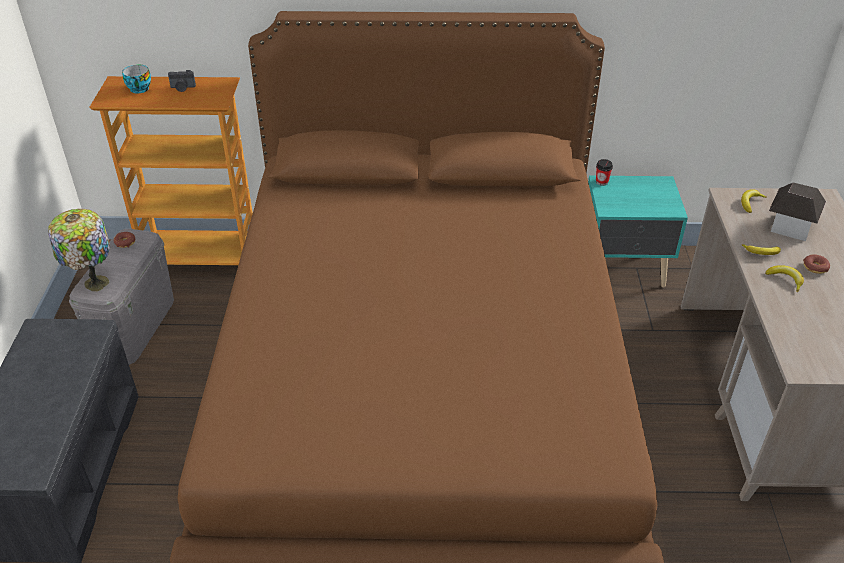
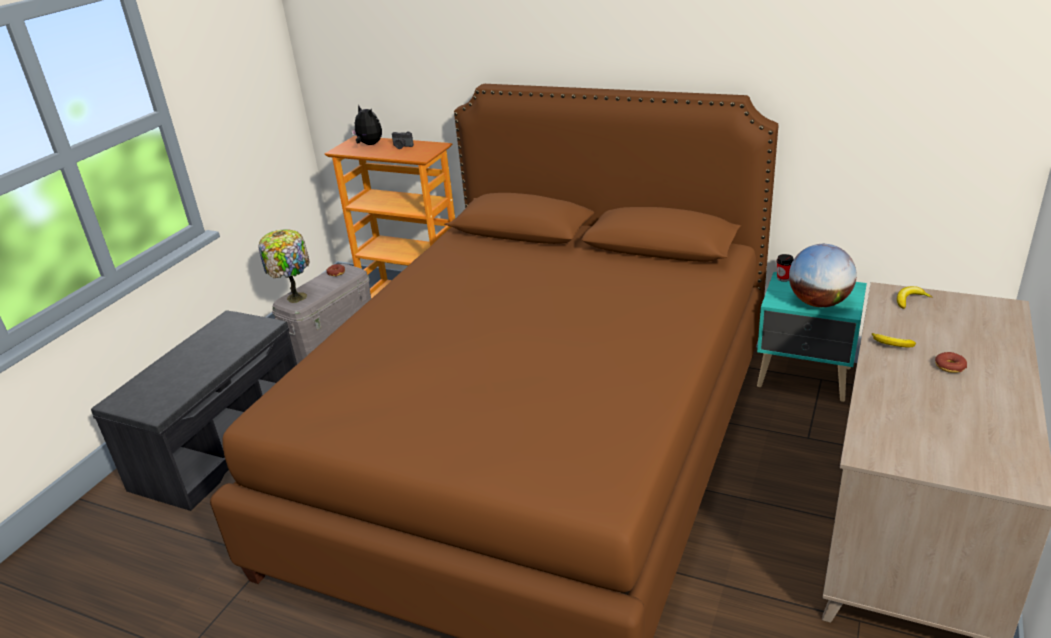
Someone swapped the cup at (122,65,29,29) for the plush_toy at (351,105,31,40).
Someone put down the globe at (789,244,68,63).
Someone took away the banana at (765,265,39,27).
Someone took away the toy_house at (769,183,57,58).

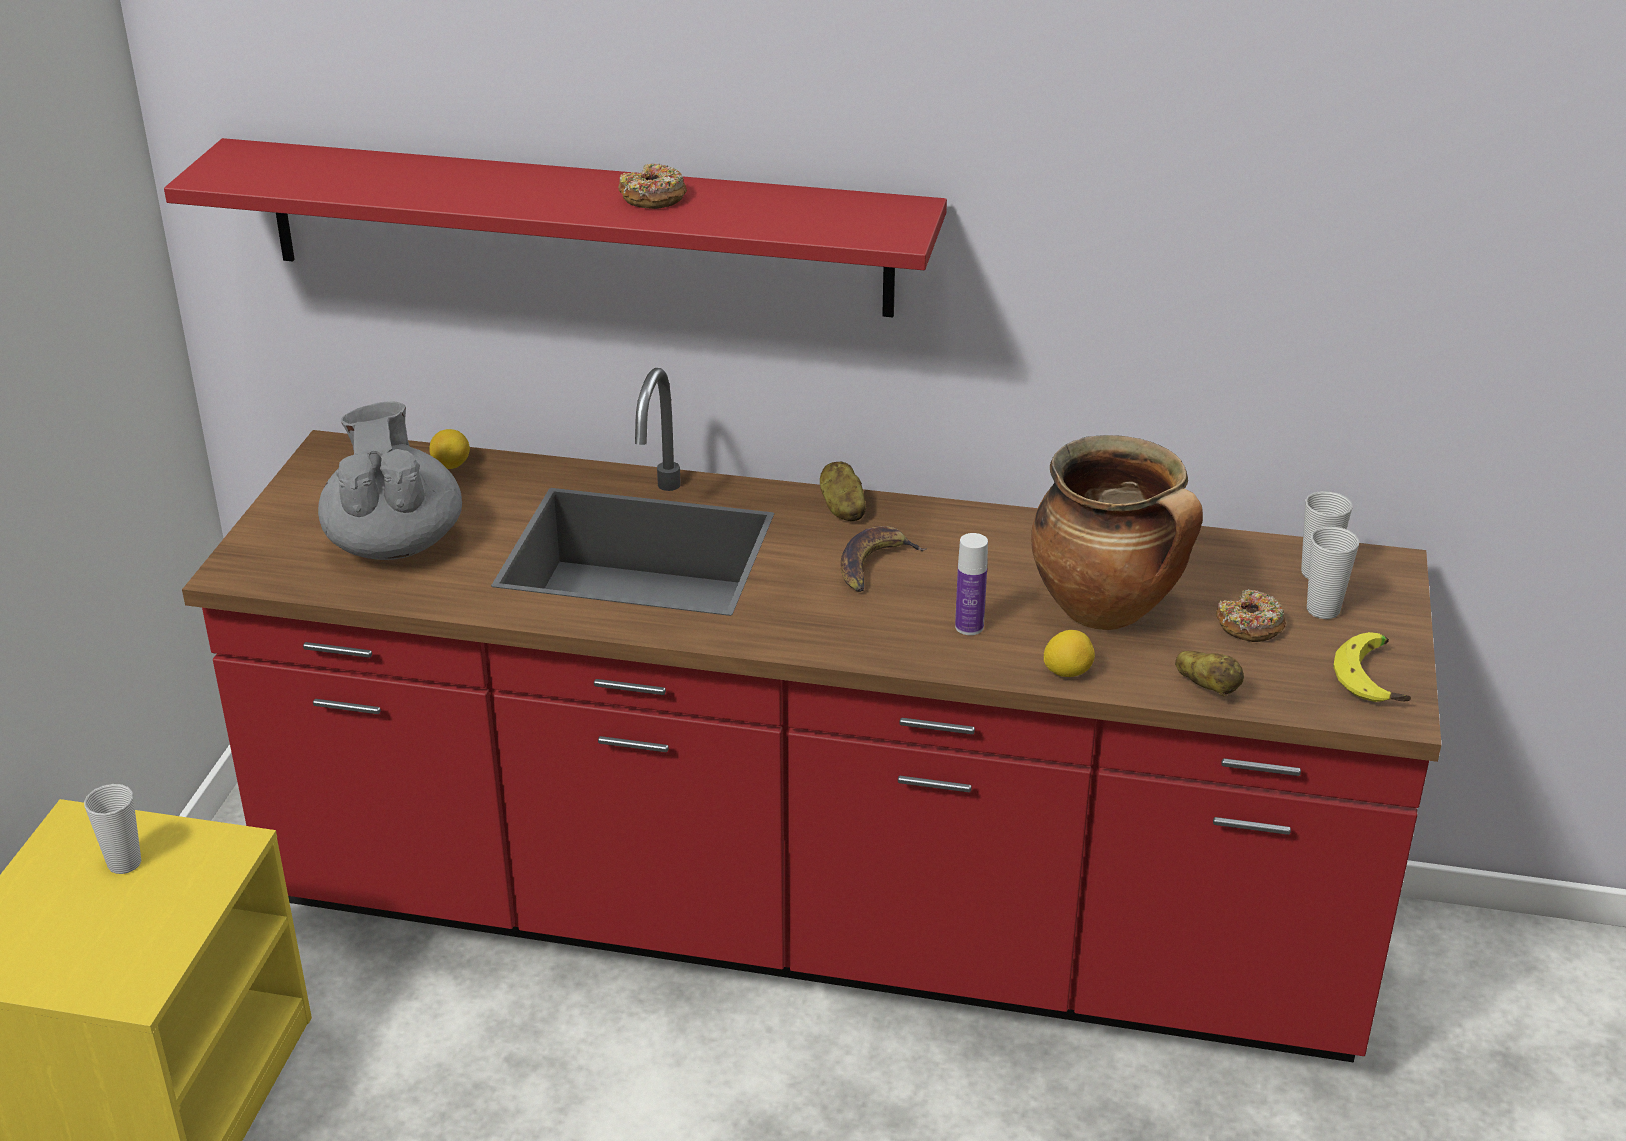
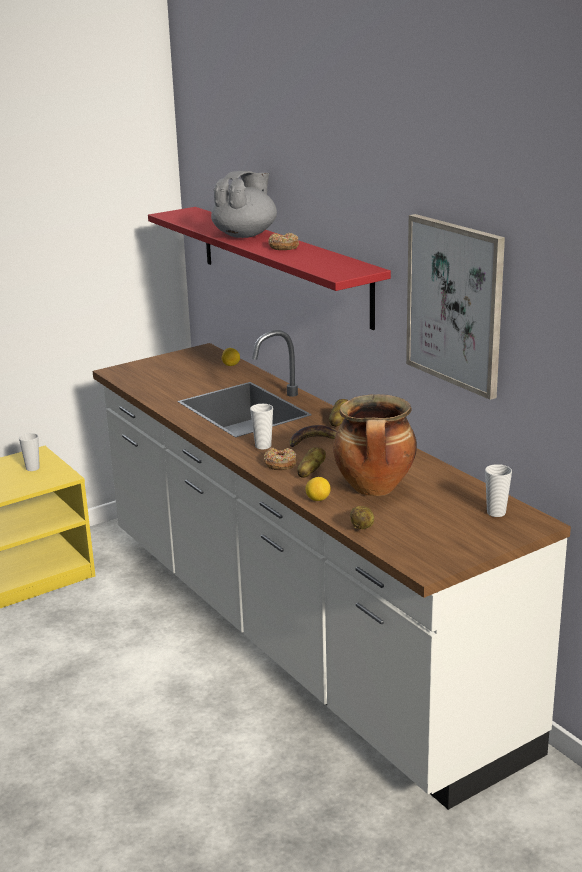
Someone repainted the red_counter at (182,368,1259,695), which became the white_counter at (92,330,479,480).
Someone carried the grey_teapot from (318,401,144,159) to (211,171,66,67).
Someone carried the cup from (1307,526,52,93) to (250,404,23,46).
Someone carried the donut from (1216,589,70,53) to (264,448,33,22).
Someone swapped the bottle at (955,533,33,102) for the potato at (297,447,29,31).
Someone put up the picture at (406,214,99,186).
Someone took away the banana at (1334,632,77,70).

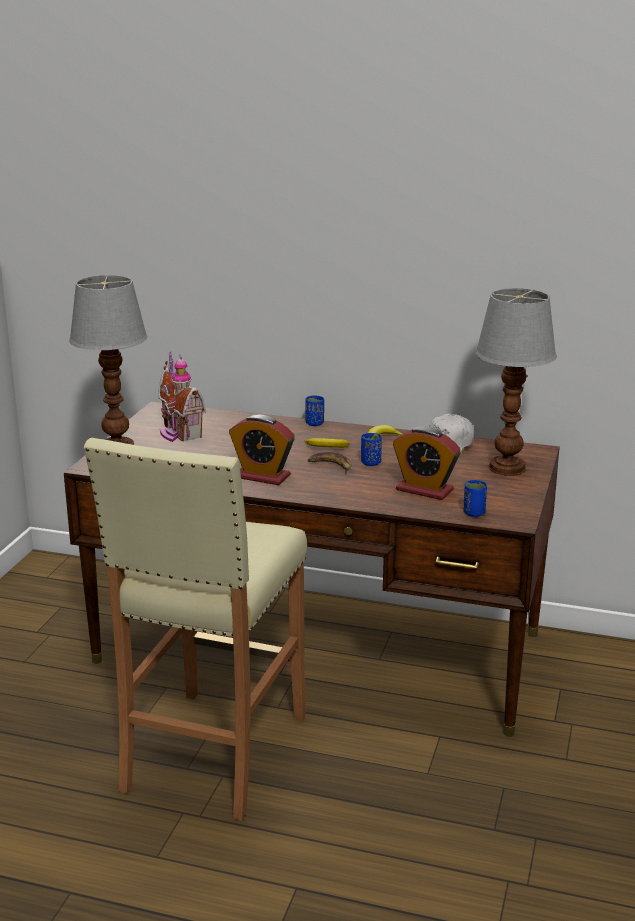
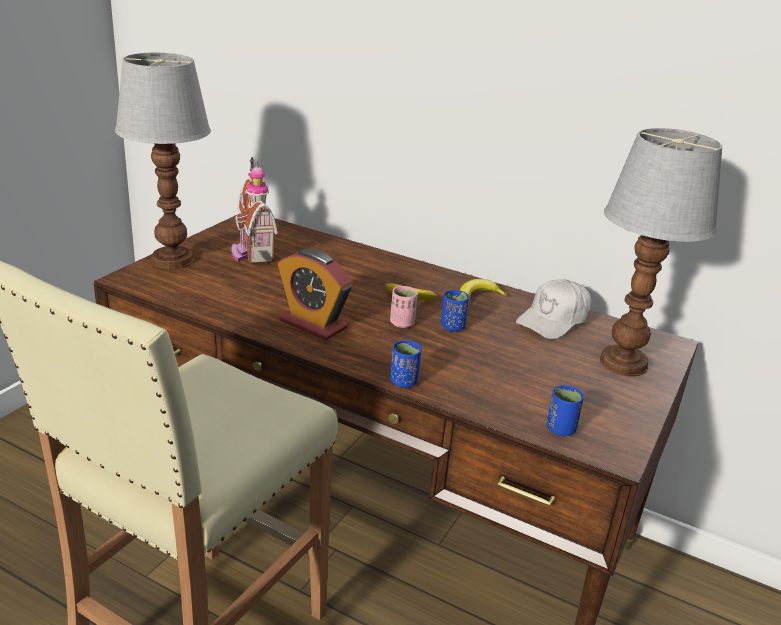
Someone swapped the banana at (307,452,45,23) for the pink_cup at (390,286,28,42).
Someone carried the blue_cup from (305,395,19,31) to (390,340,32,48).
Someone took away the alarm_clock at (393,427,68,73).

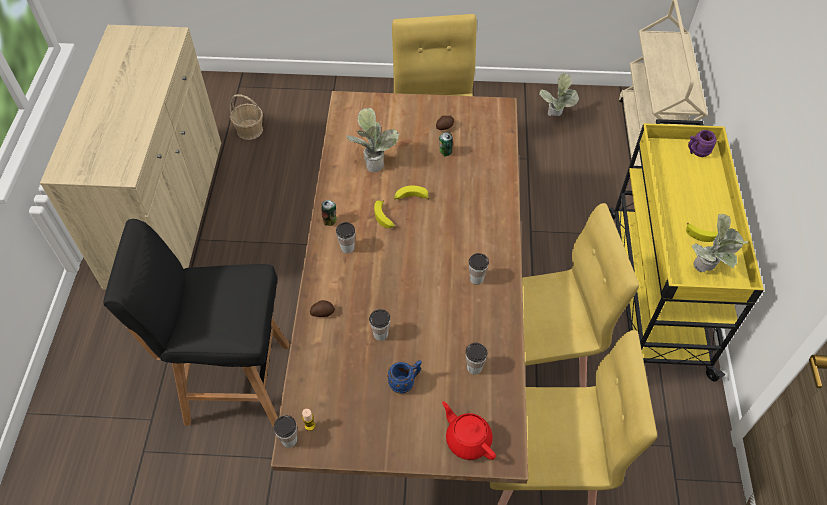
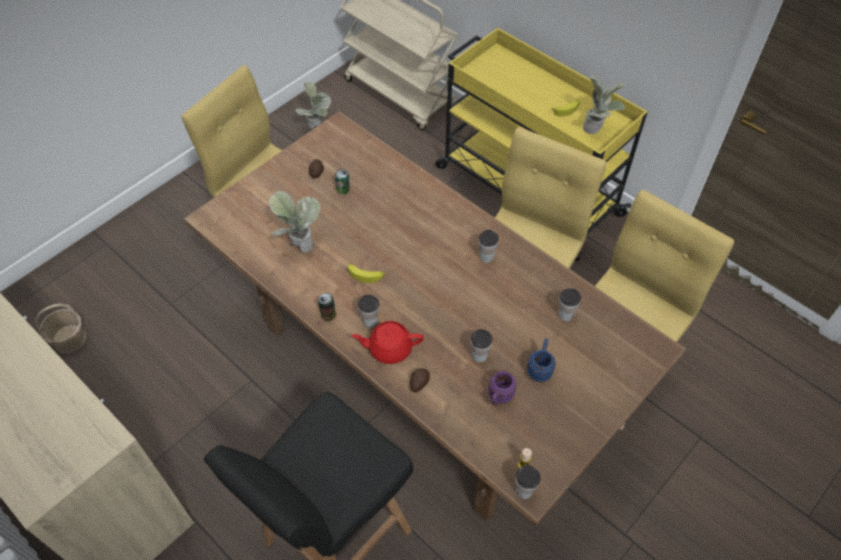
Someone carried the red_teapot from (442,401,54,59) to (351,321,73,43).
Someone carried the purple_mug from (688,130,29,27) to (488,371,29,35).
Someone took away the banana at (394,186,35,13).

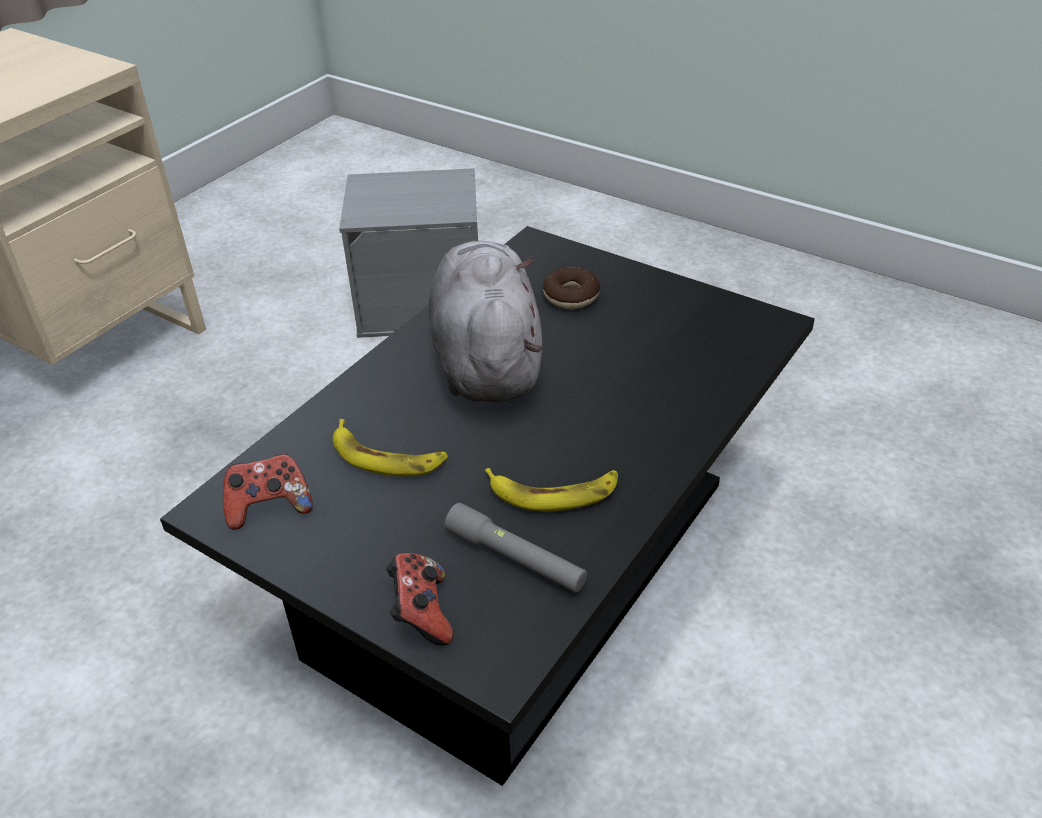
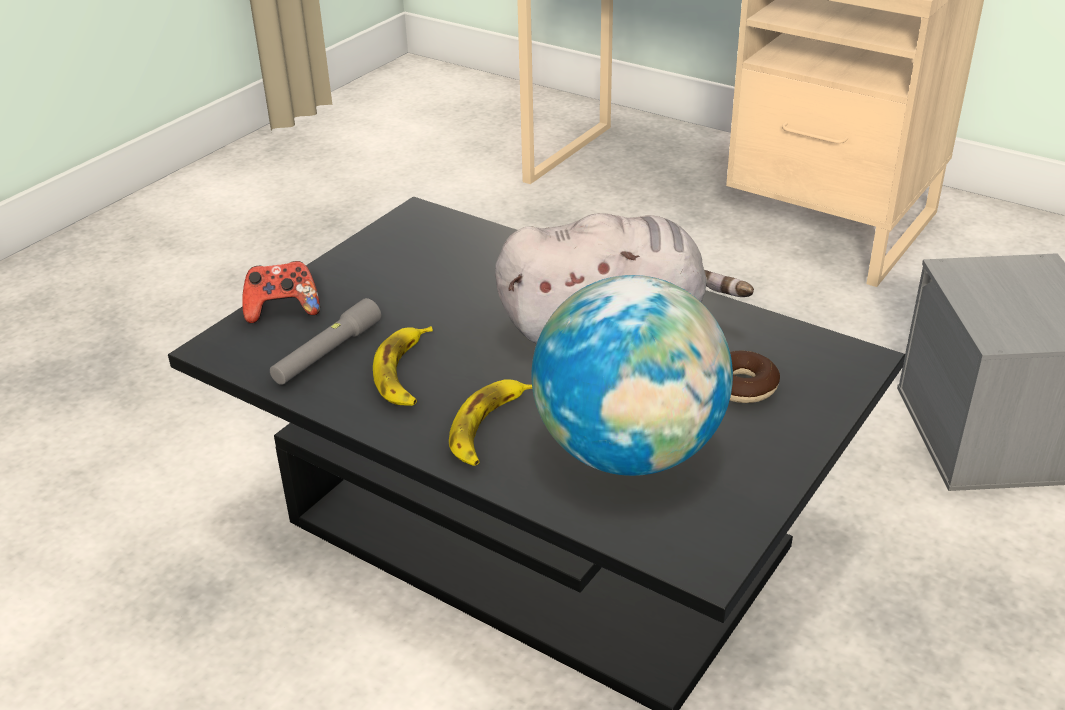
Someone carried the banana from (333,419,115,57) to (449,379,83,87).
Someone put down the globe at (531,275,202,201).
Someone took away the game_controller at (223,454,90,76).

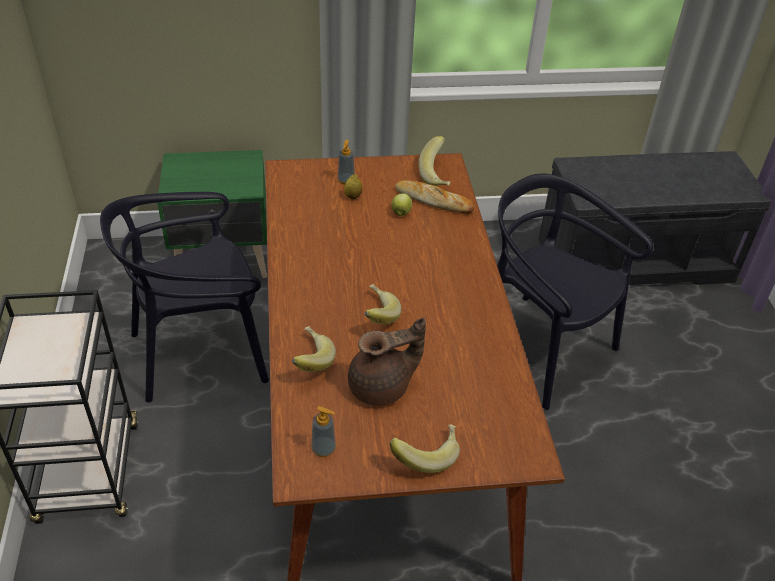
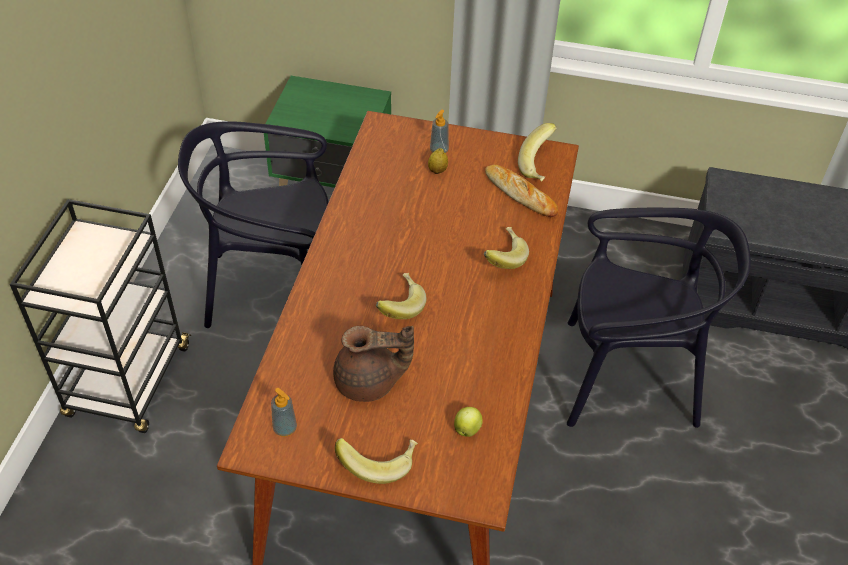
Someone carried the apple from (391,193,21,23) to (454,407,29,30).
Someone carried the banana from (292,326,44,46) to (484,227,45,42).
Someone rotated the black_chair at (497,174,156,236) by 120 degrees clockwise.

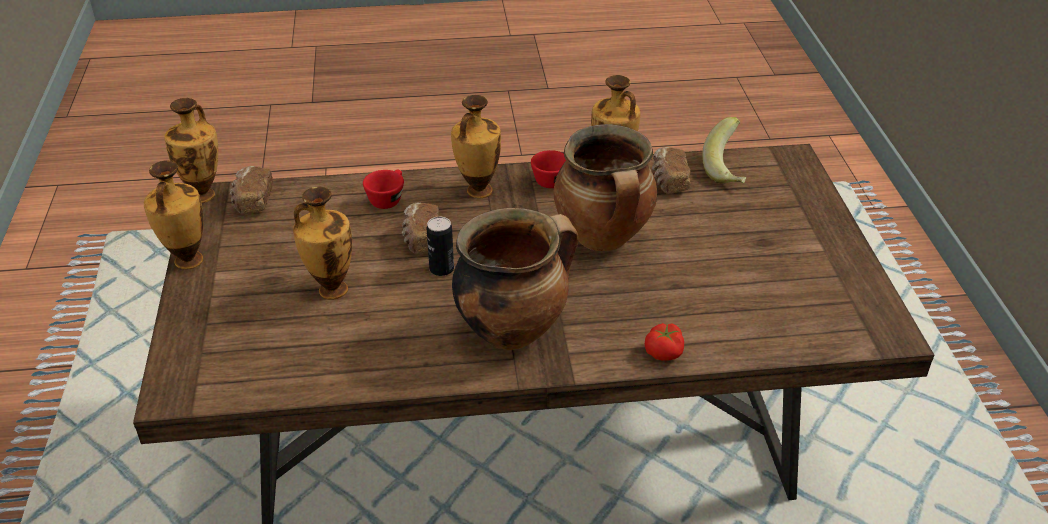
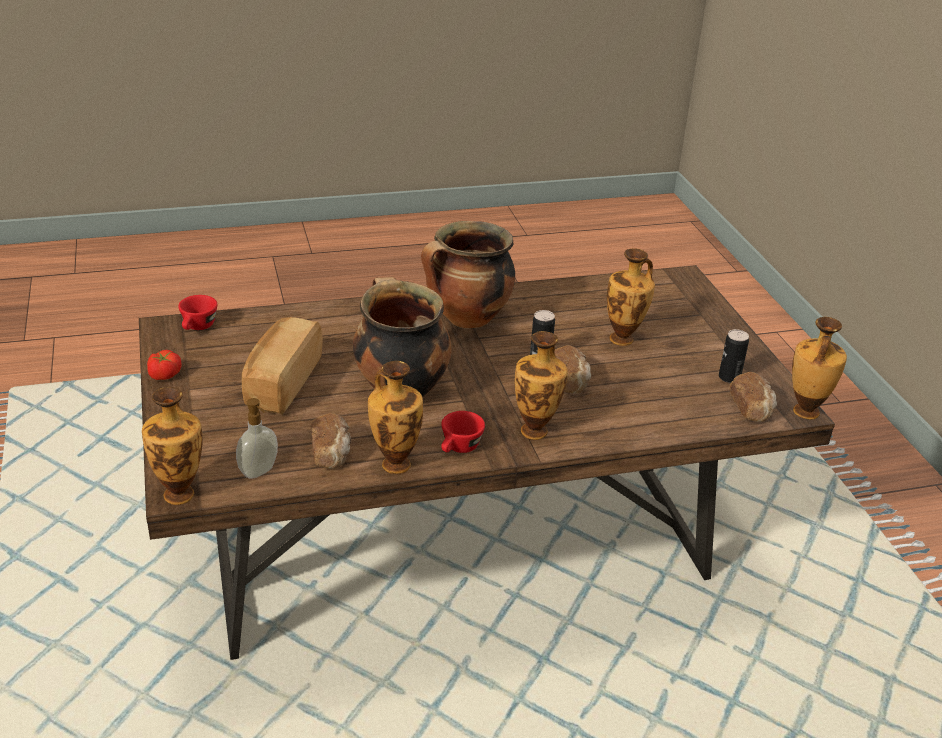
Someone carried the vase from (144,161,59,108) to (142,387,60,118).
Someone carried the tomato from (645,323,39,38) to (147,350,34,30).
Someone carried the red_cup from (363,170,41,39) to (178,295,39,35).
Someone swapped the banana at (702,117,44,67) for the soap_dispenser at (236,398,42,81).
Someone put down the bread at (242,317,81,98).
Someone put down the can at (719,329,30,54).

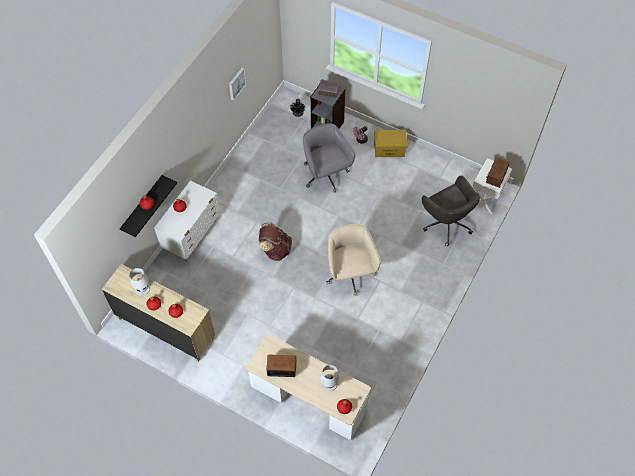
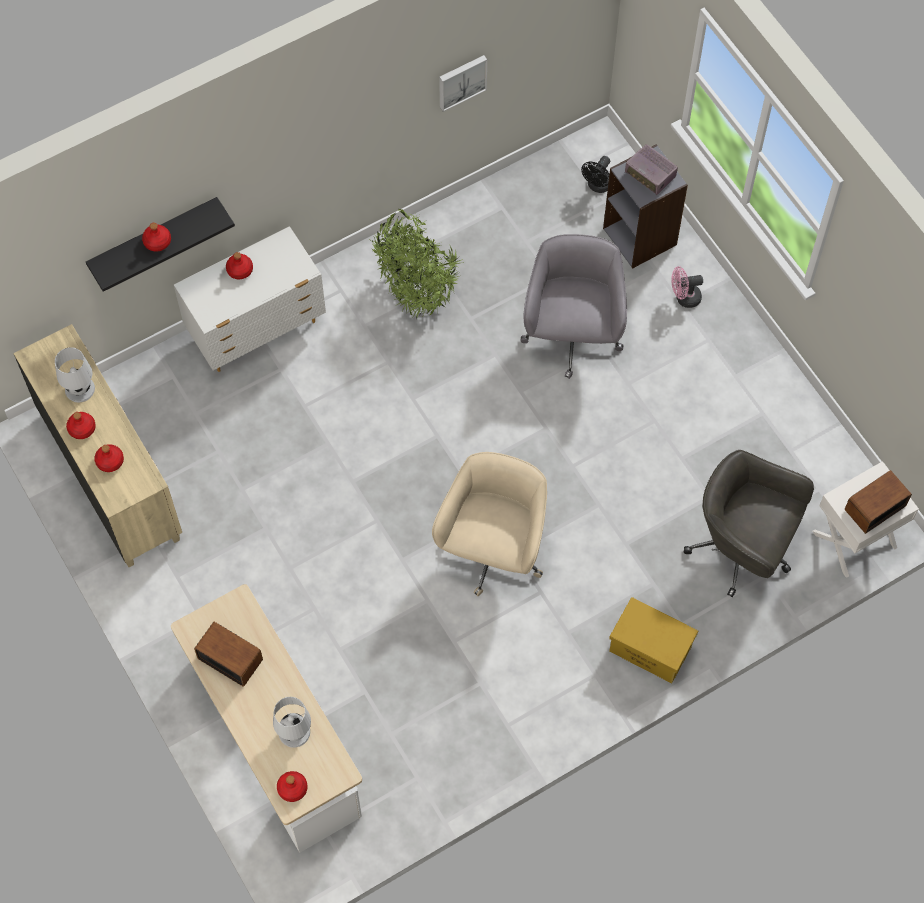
Someone put down the potted_plant at (371,208,93,111).
Someone carried the yellow_storage_box from (374,130,33,27) to (609,597,89,86).
Someone rotated the grey_office_chair at (422,176,58,70) by 120 degrees clockwise.
Someone took away the brown_backpack at (259,223,33,38).

